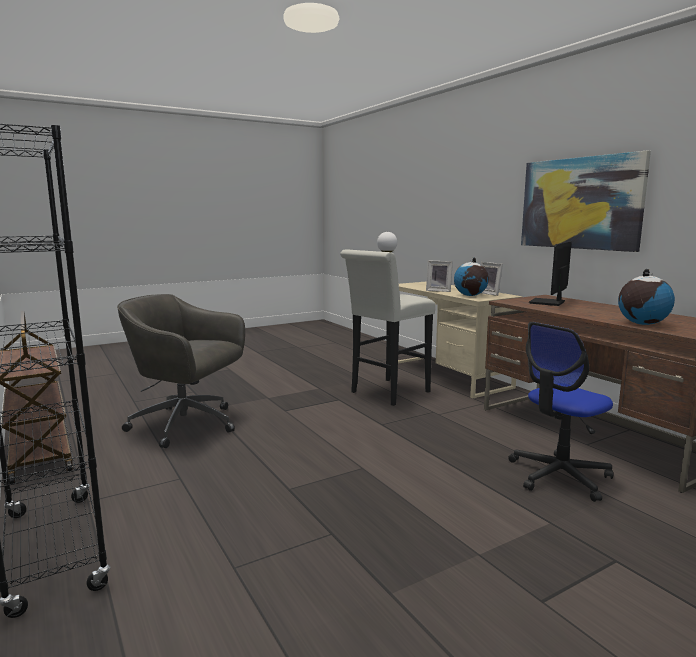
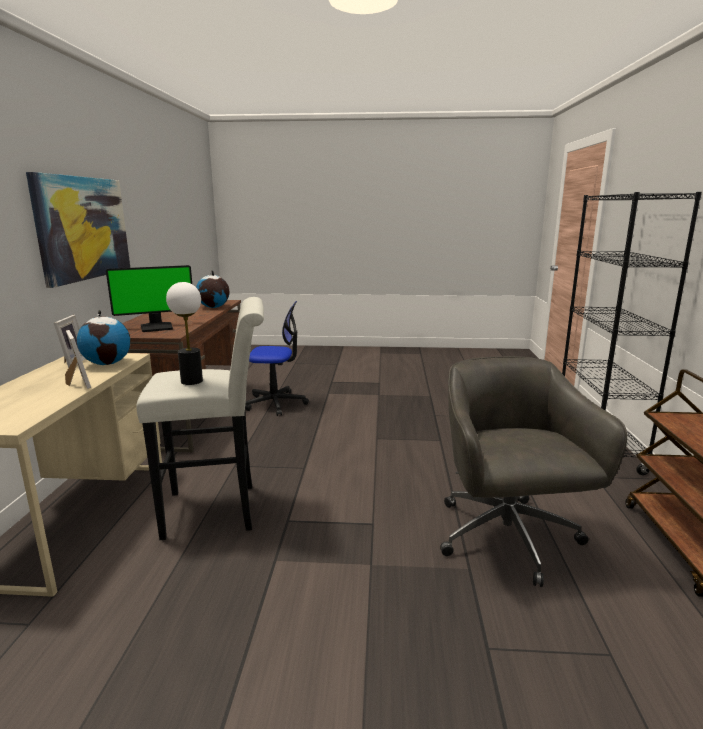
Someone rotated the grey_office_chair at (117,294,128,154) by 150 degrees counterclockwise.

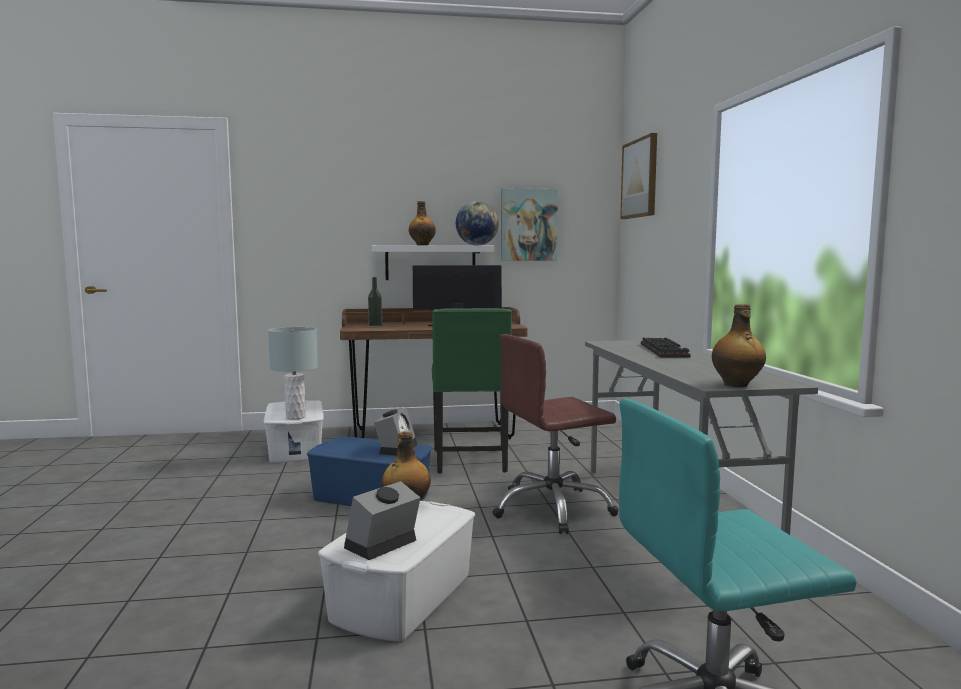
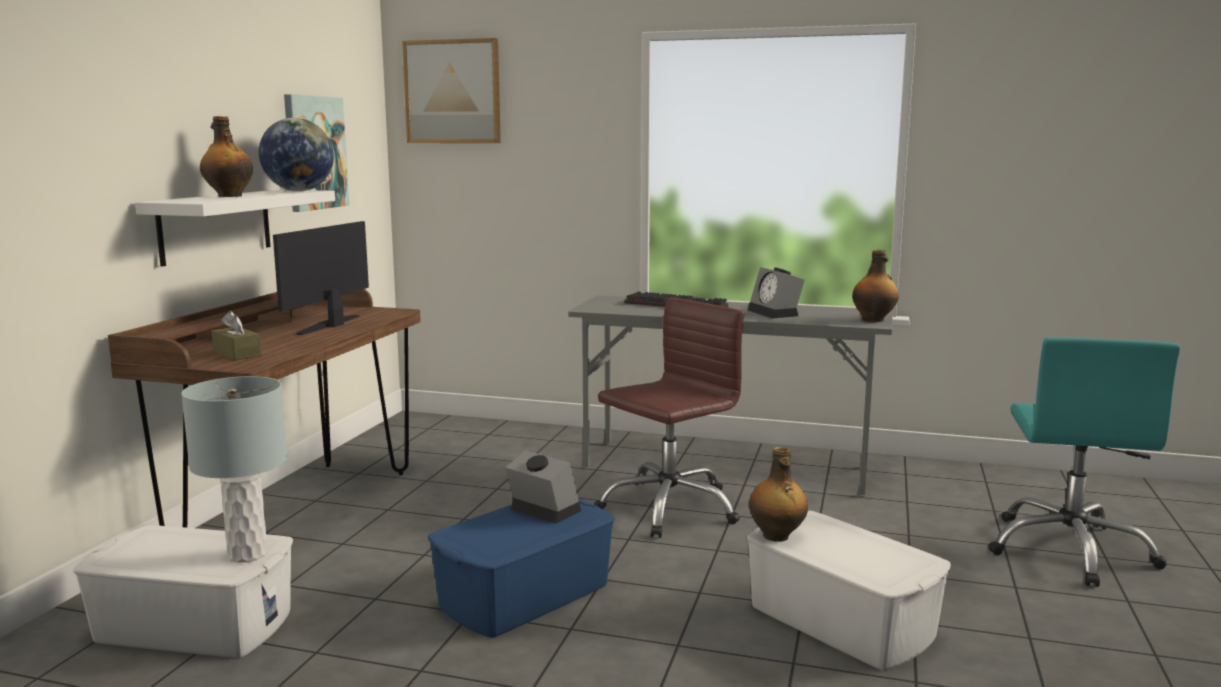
Someone swapped the bottle at (368,277,14,50) for the brown_tissue_box at (211,311,51,49).
Someone rotated the brown_office_chair at (492,334,127,200) by 135 degrees counterclockwise.
Someone carried the alarm_clock from (344,481,76,79) to (748,267,57,51).
Someone took away the green_chair at (432,308,80,166).

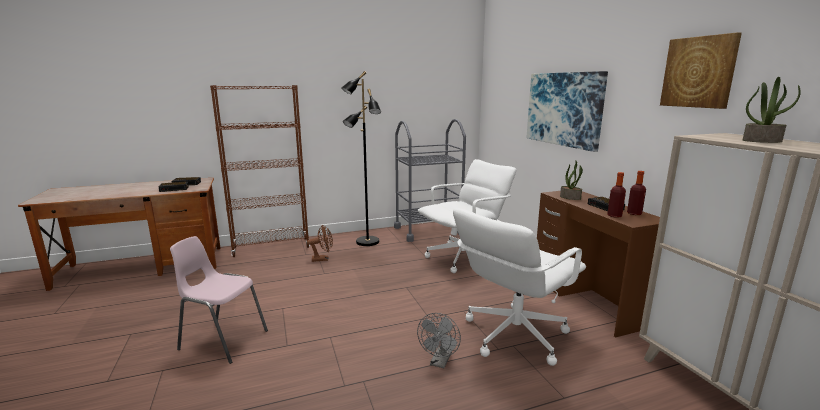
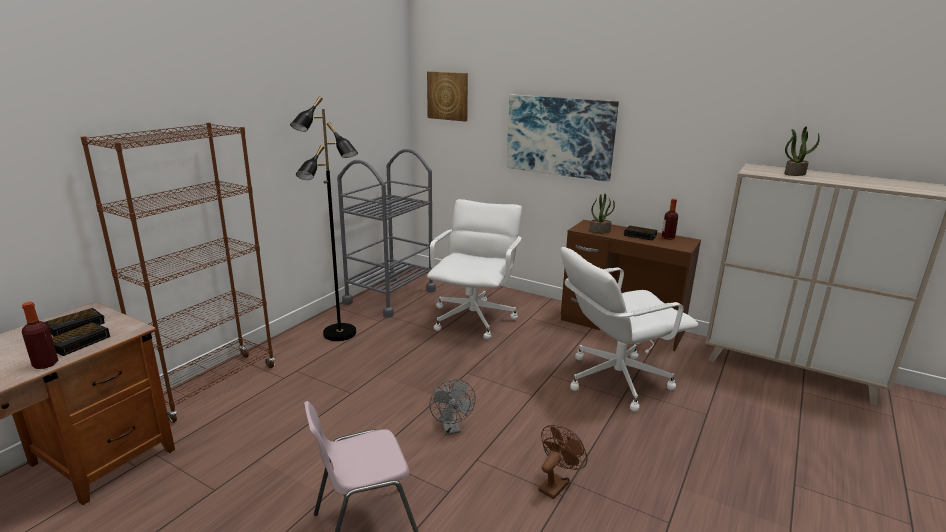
Someone carried the bottle from (607,172,19,46) to (22,302,36,67).
Someone carried the picture from (660,32,82,77) to (427,71,41,51).
Someone carried the grey_fan from (417,313,44,55) to (430,379,46,56).
Someone carried the brown_fan from (307,225,26,37) to (538,425,50,74).
Someone rotated the white_office_chair at (453,209,133,157) by 60 degrees clockwise.

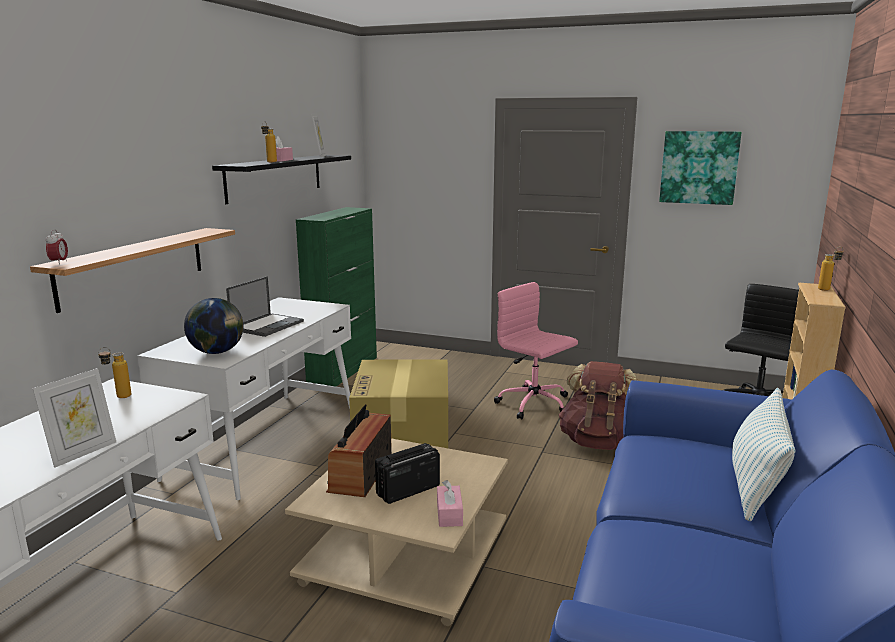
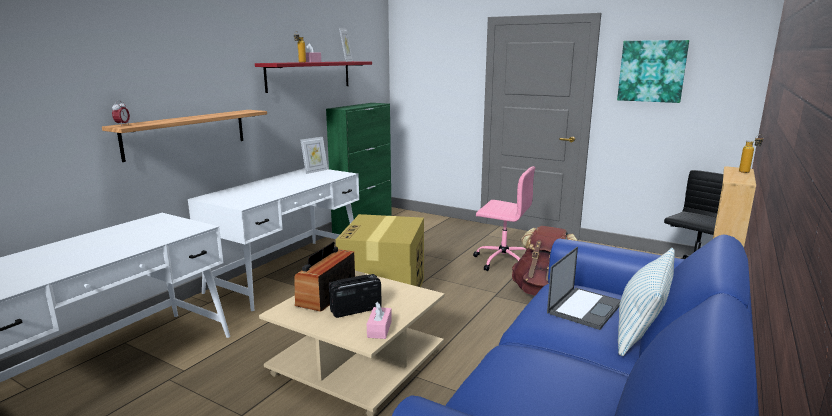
Someone repainted the black_shelf at (212,155,139,49), which became the red_shelf at (255,61,117,32).
Someone carried the picture_frame from (33,368,83,100) to (301,137,27,37).
Someone rotated the pink_office_chair at (494,282,84,138) by 150 degrees clockwise.
Someone carried the laptop from (226,276,78,61) to (547,247,74,83).
Someone took away the bottle at (98,347,33,51).
Someone took away the globe at (184,298,60,56).

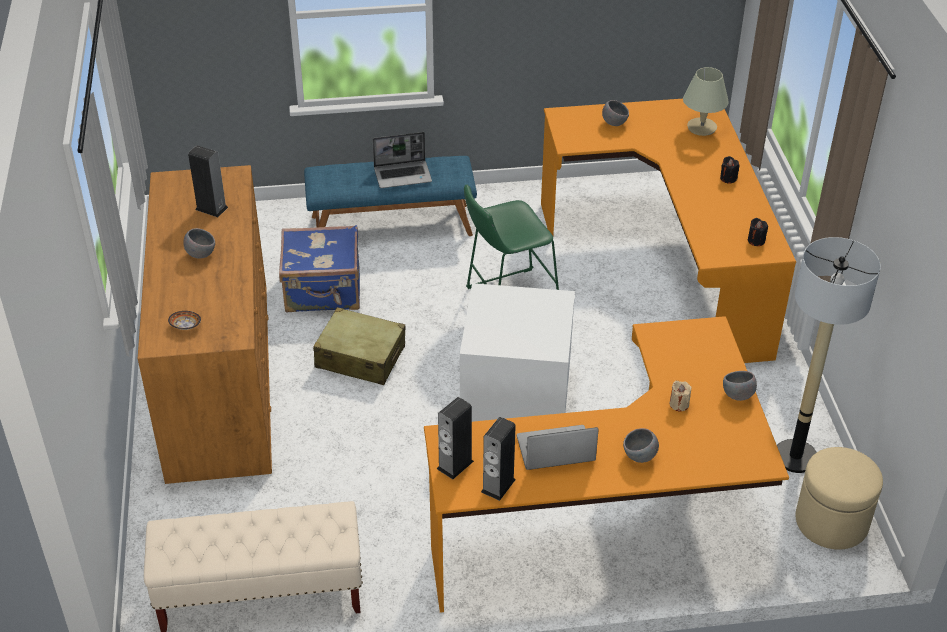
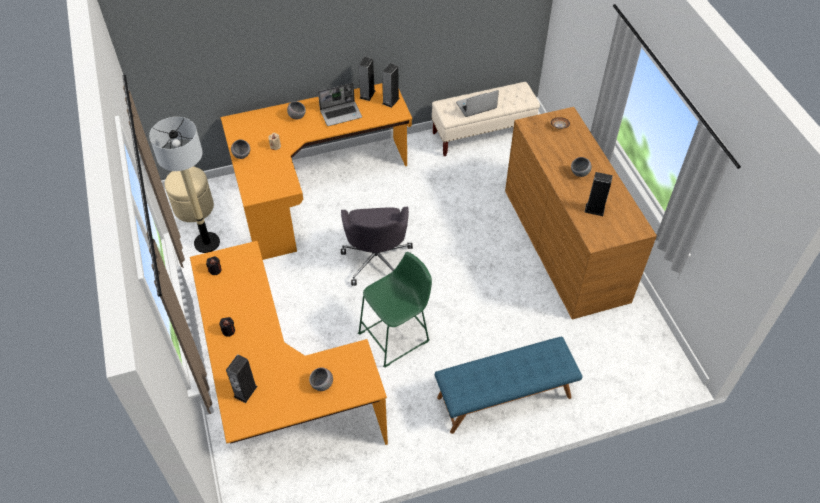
Someone swapped the beige_table_lamp at (683,67,46,69) for the speaker at (226,354,32,49).
Someone swapped the white_storage_box at (460,283,115,139) for the grey_office_chair at (341,207,72,79).
Someone carried the laptop from (372,132,60,56) to (456,90,43,27).
Someone took away the blue_suitcase at (279,225,81,88).
Someone took away the beige_suitcase at (313,307,93,78).

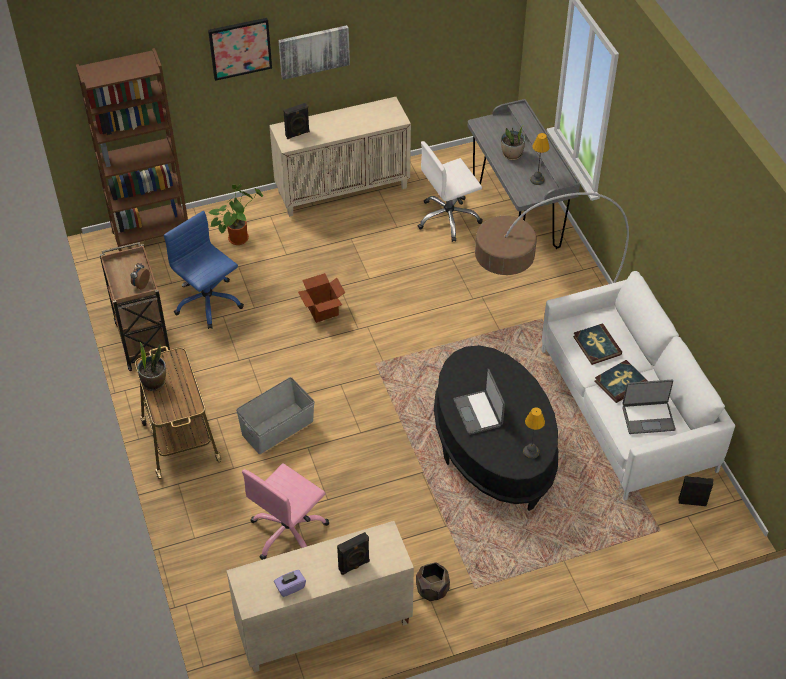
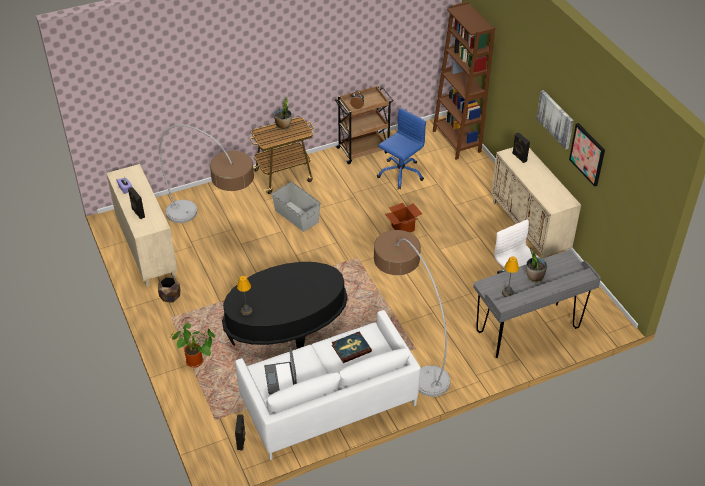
Someone swapped the pink_office_chair at (242,463,87,97) for the floor_lamp at (159,125,95,98).
Someone carried the potted_plant from (208,184,55,61) to (170,322,45,46).
Someone carried the picture from (208,18,64,63) to (569,123,36,64).
Someone took away the laptop at (453,369,52,66).
Someone took away the book at (595,360,53,43).

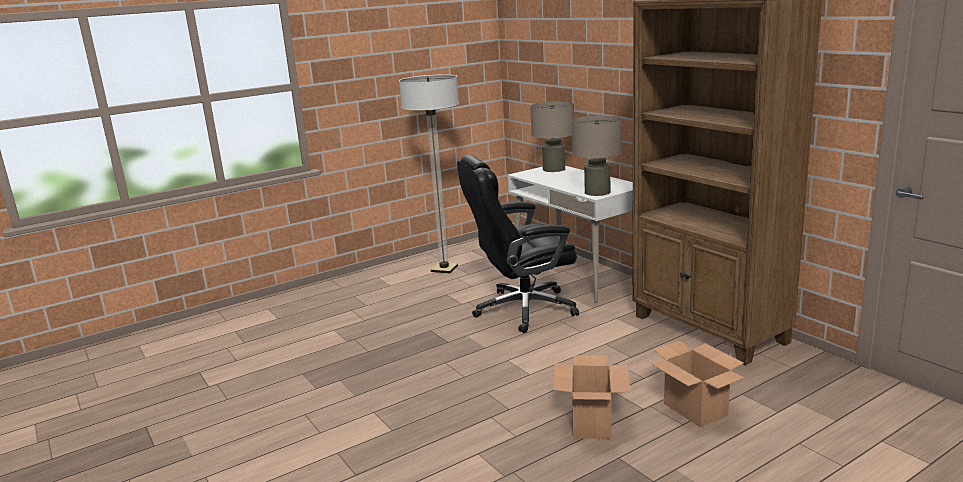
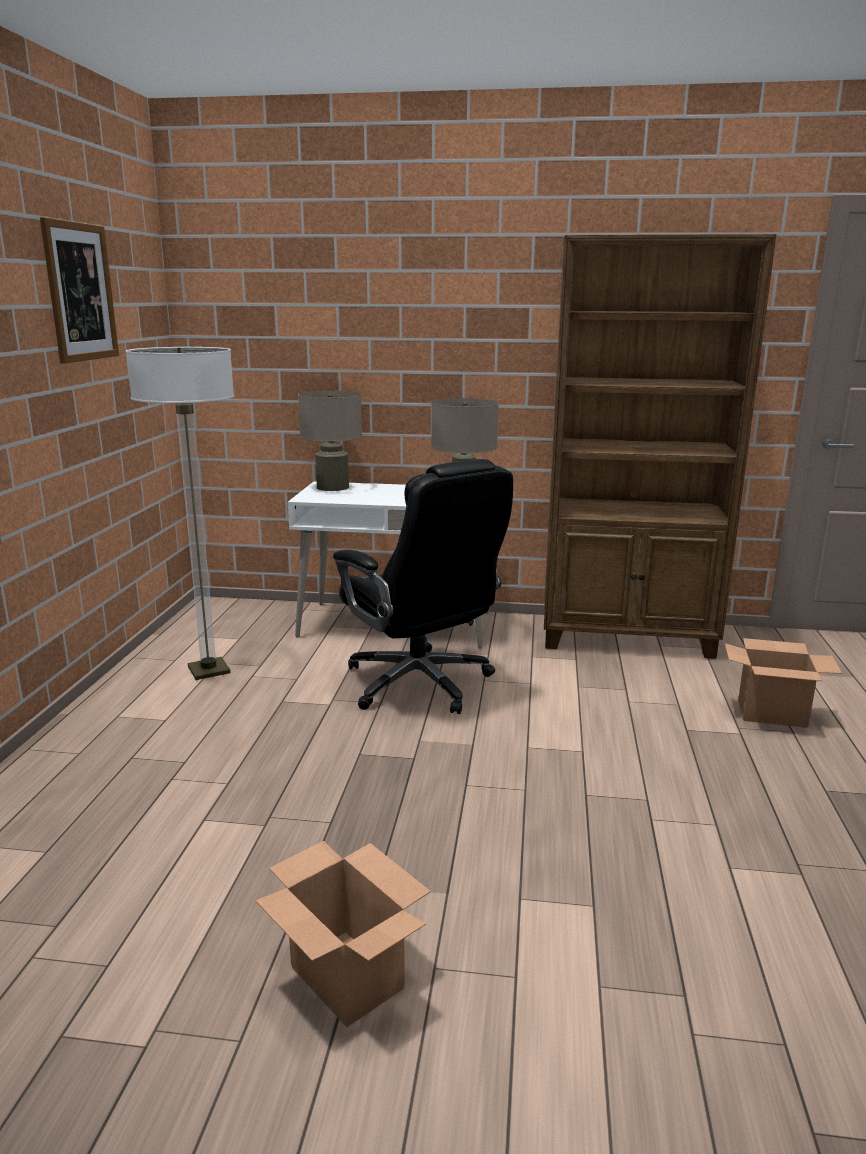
Someone put up the picture at (40,217,79,147).
Someone carried the cardboard_box from (553,356,78,83) to (255,841,176,186).
Someone rotated the black_office_chair at (457,155,122,178) by 60 degrees counterclockwise.

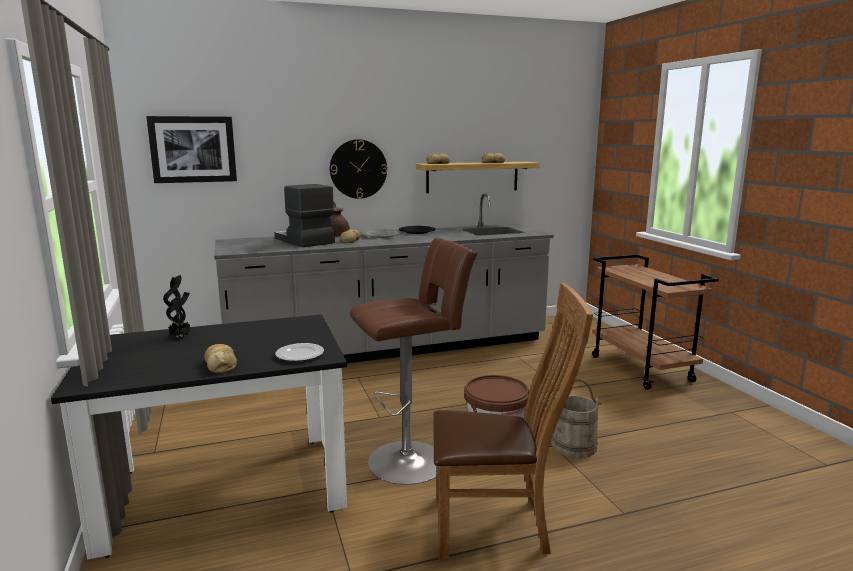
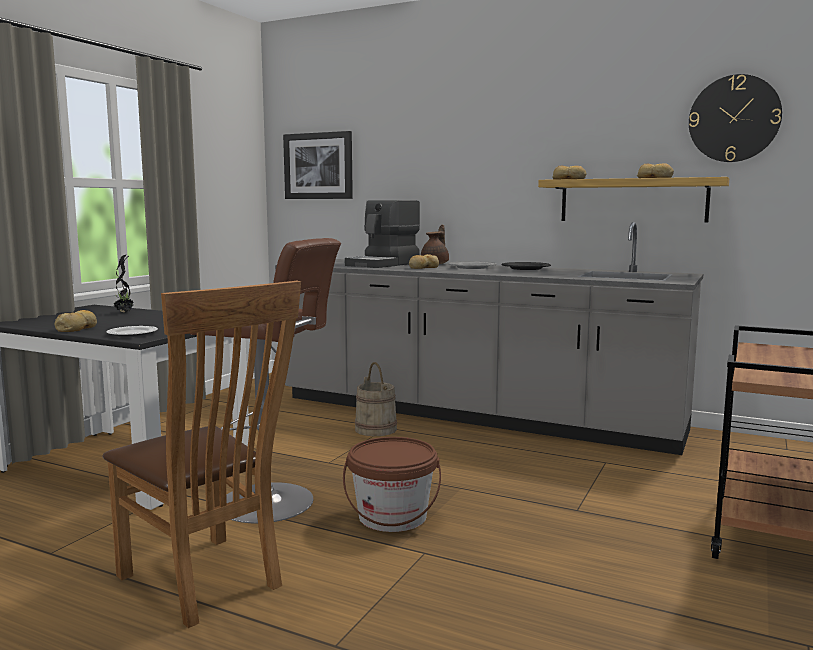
Someone rotated the coffee_machine at (274,184,61,63) by 150 degrees counterclockwise.
Someone carried the beige_bucket from (552,379,50,79) to (355,362,42,74).
Someone carried the wall_clock from (330,139,57,60) to (689,74,93,88).

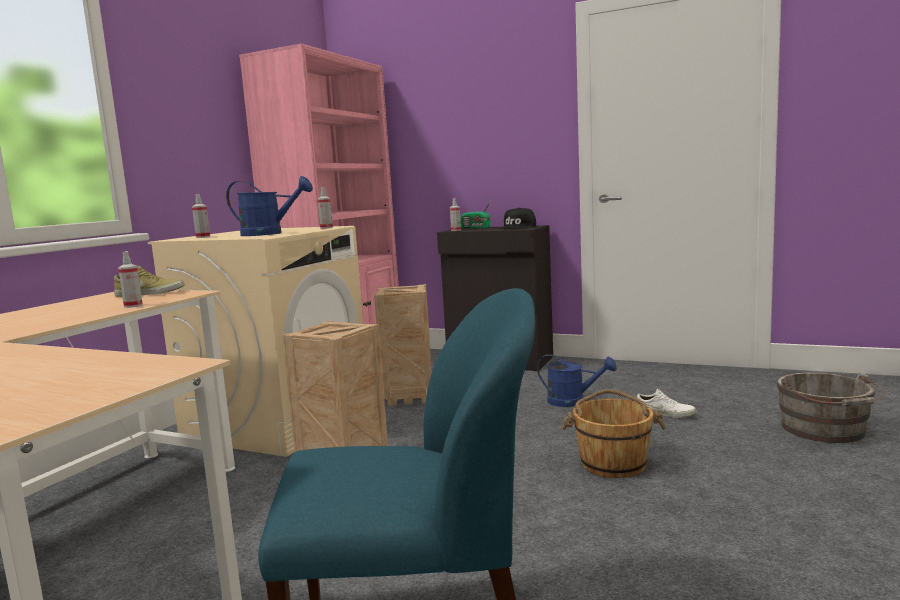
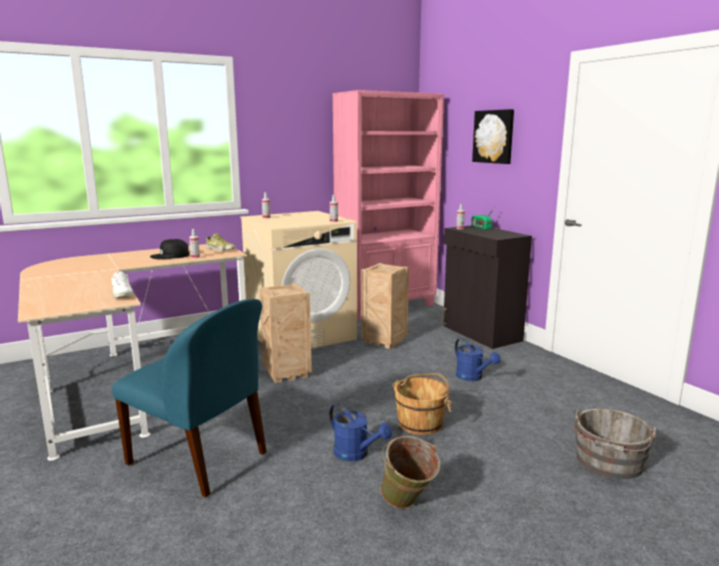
Someone carried the white_shoe from (637,389,60,29) to (111,271,23,27).
Someone carried the black_cap from (499,207,37,22) to (150,239,39,21).
Someone carried the blue_watering_can from (226,176,87,60) to (329,403,63,58).
Someone put down the green_bucket at (380,436,60,73).
Someone put up the picture at (472,109,42,55).

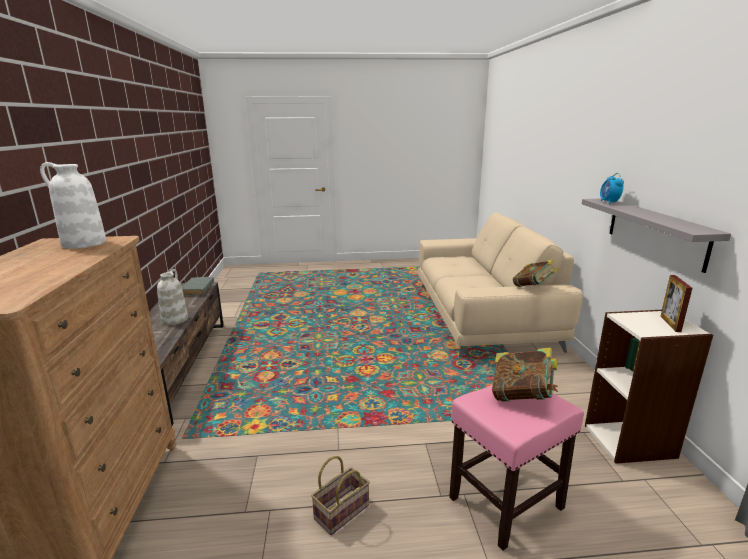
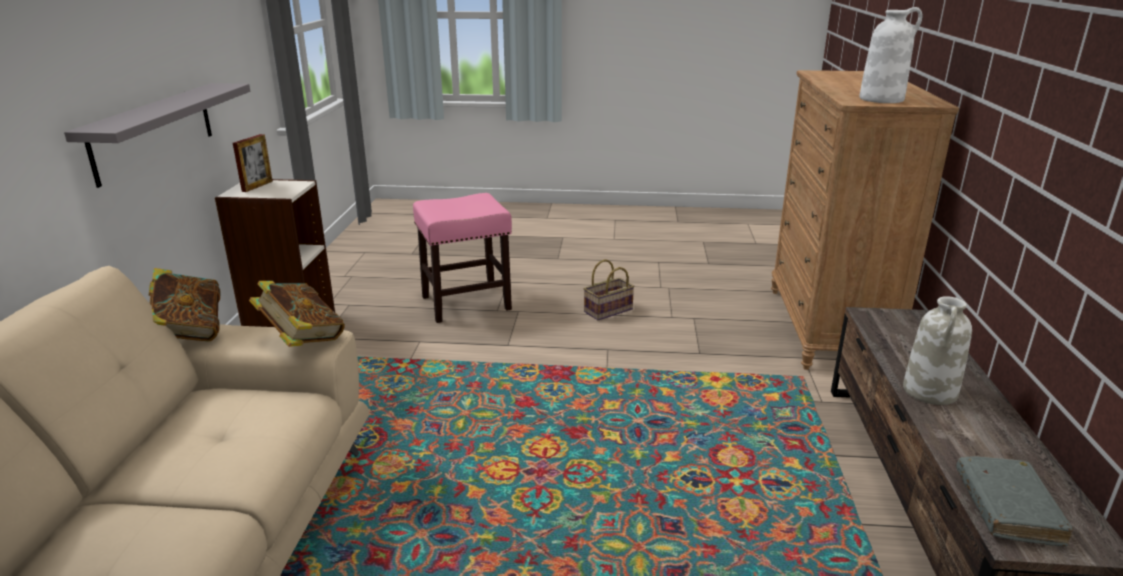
Someone carried the book from (492,347,66,55) to (249,281,96,66).
Someone took away the alarm_clock at (600,173,24,31).

